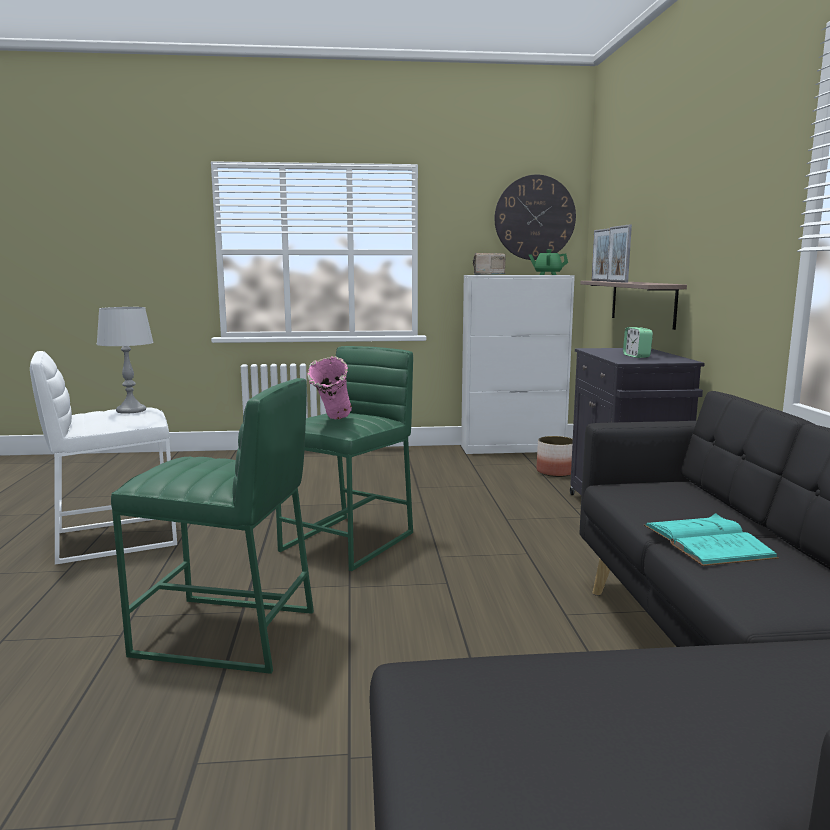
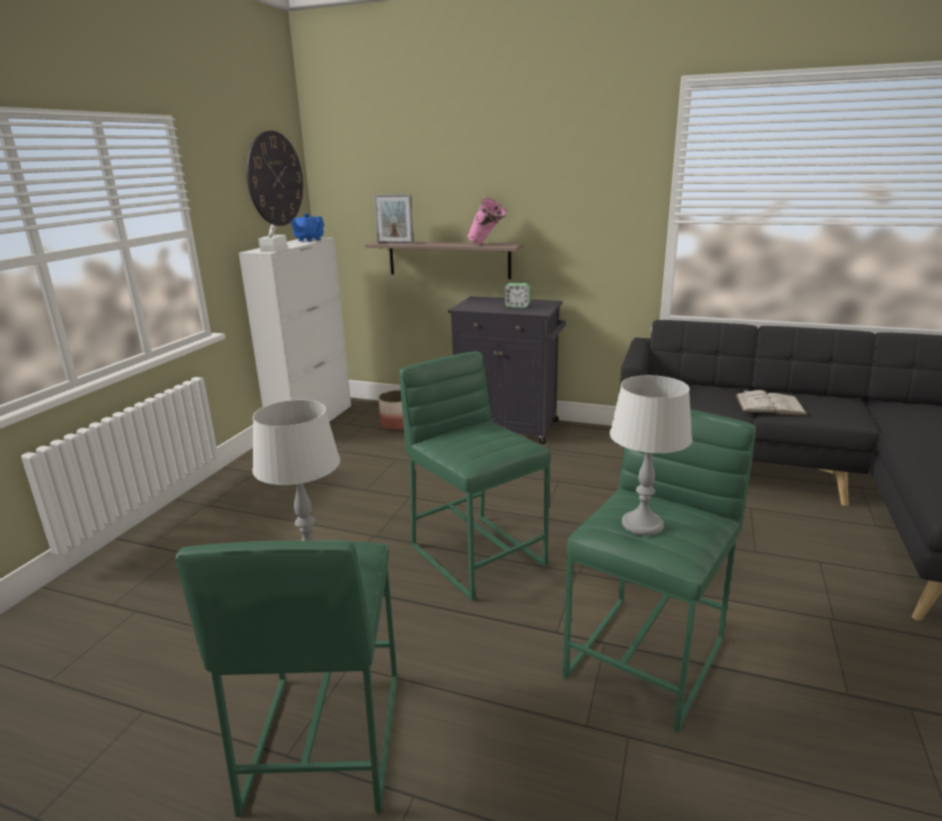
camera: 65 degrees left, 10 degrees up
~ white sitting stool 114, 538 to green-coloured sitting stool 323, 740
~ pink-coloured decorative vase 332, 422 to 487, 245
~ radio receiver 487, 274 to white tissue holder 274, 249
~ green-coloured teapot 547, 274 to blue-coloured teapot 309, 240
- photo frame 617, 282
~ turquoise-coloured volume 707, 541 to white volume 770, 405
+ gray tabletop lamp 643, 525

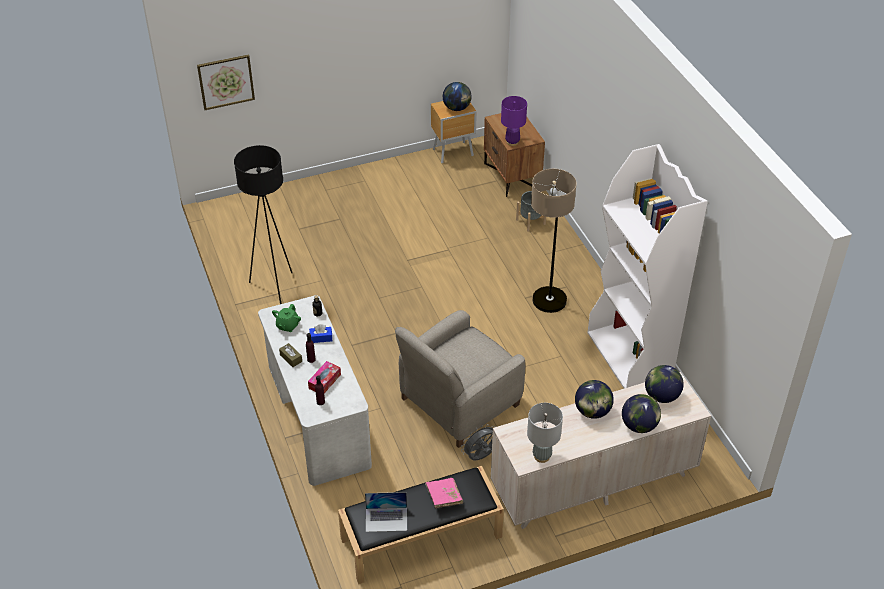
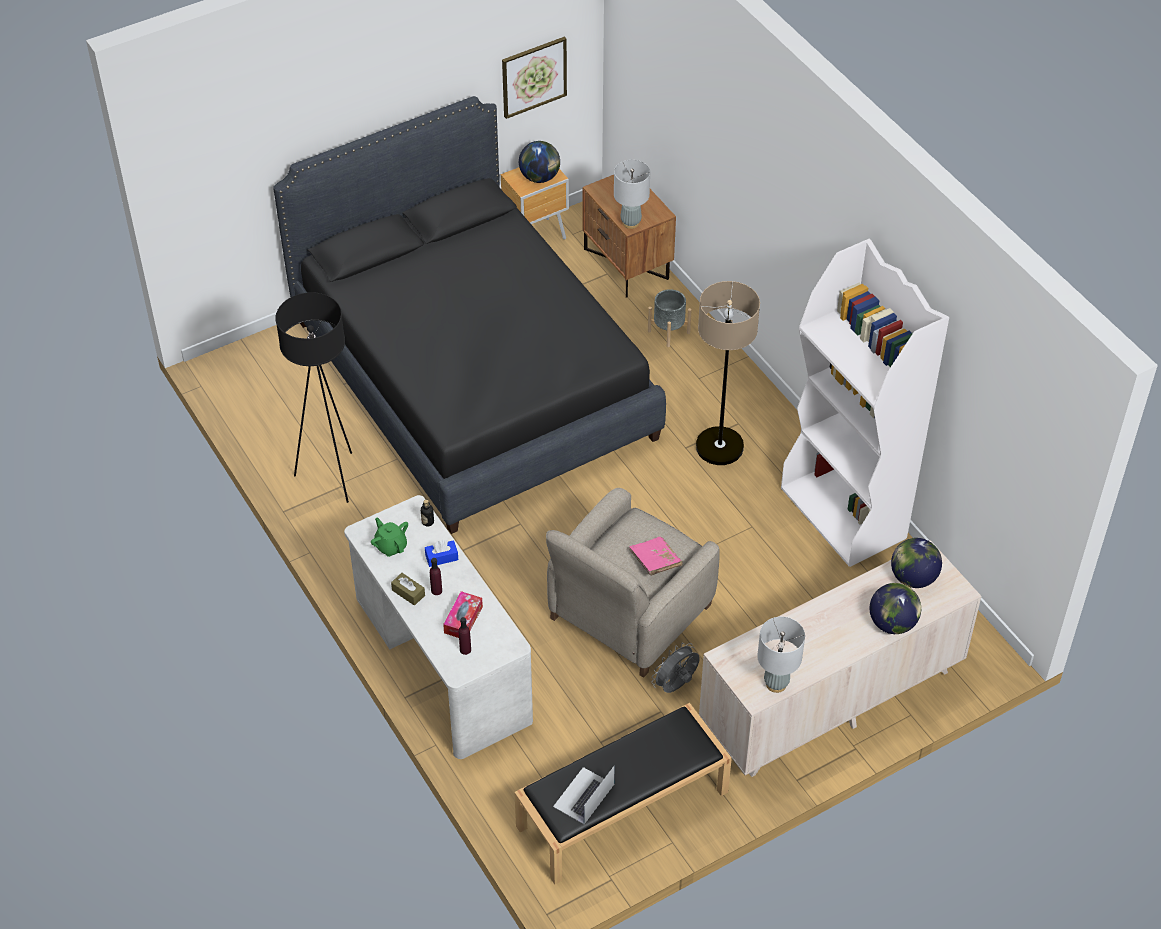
camera: 10 degrees left, 5 degrees up
~ picture 226, 81 to 533, 76
~ green-coloured teapot 287, 326 = 391, 546 135 degrees clockwise
~ portable computer 386, 519 = 583, 796 135 degrees clockwise
~ pink-coloured volume 444, 497 to 655, 562
~ purplish tabletop lamp 512, 142 to gray tabletop lamp 631, 223
- globe 592, 411
+ black-coloured bedroom bed 474, 378

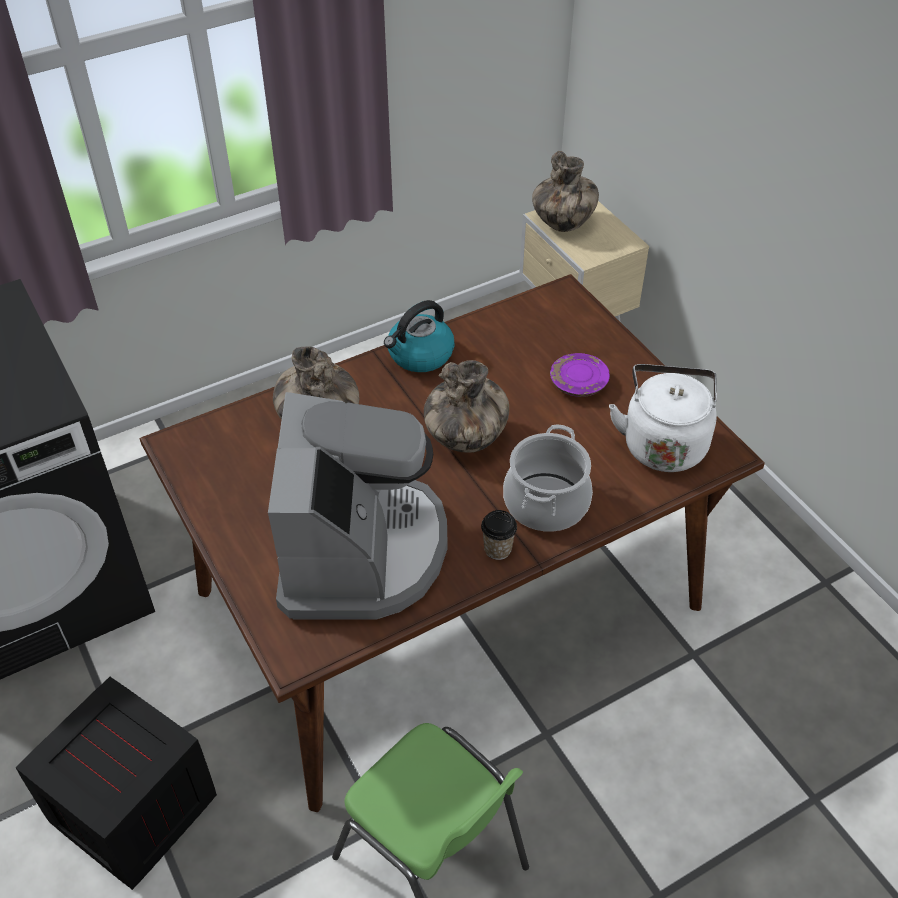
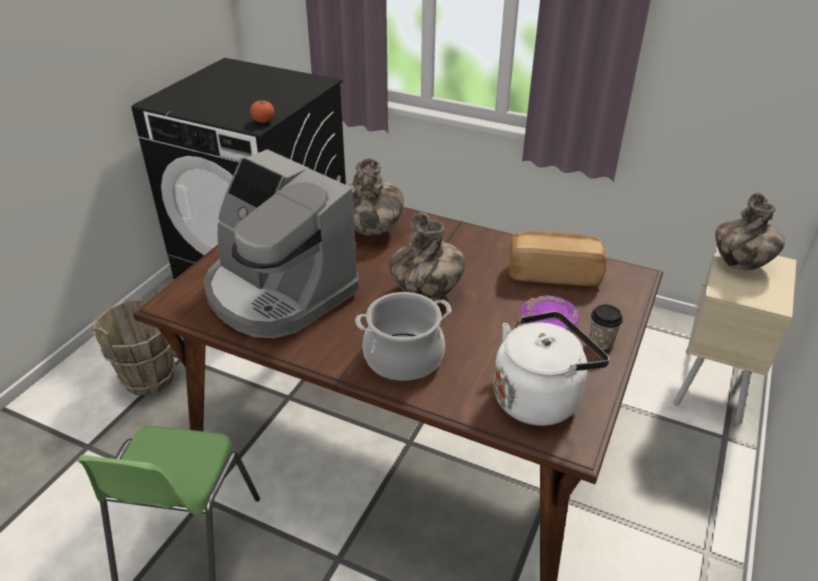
camera: 55 degrees right, 10 degrees down
~ crate 131, 809 to brown bucket 148, 378
~ coffee brewer 360, 551 = 278, 292 75 degrees clockwise
- water kettle 420, 355
~ drinking cup 497, 549 to 601, 342
+ fresh tomato 263, 121
+ bakery bread 554, 273

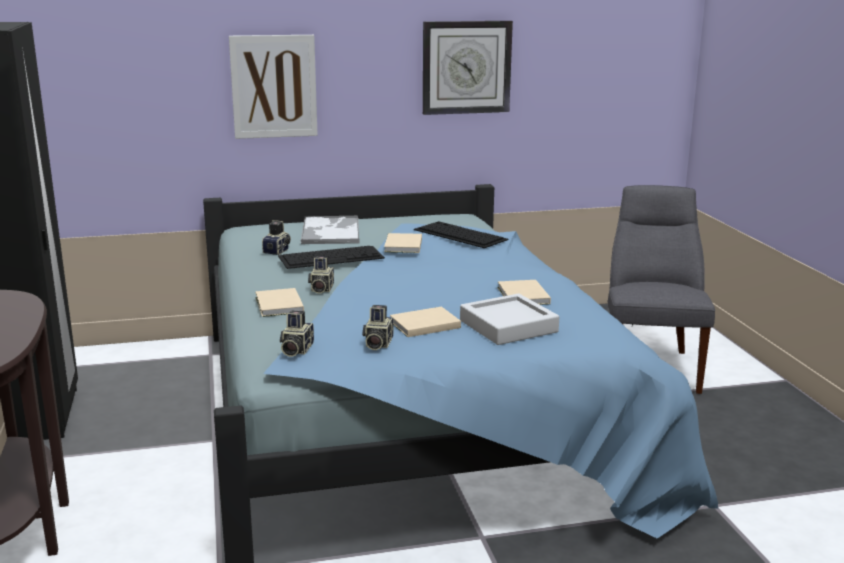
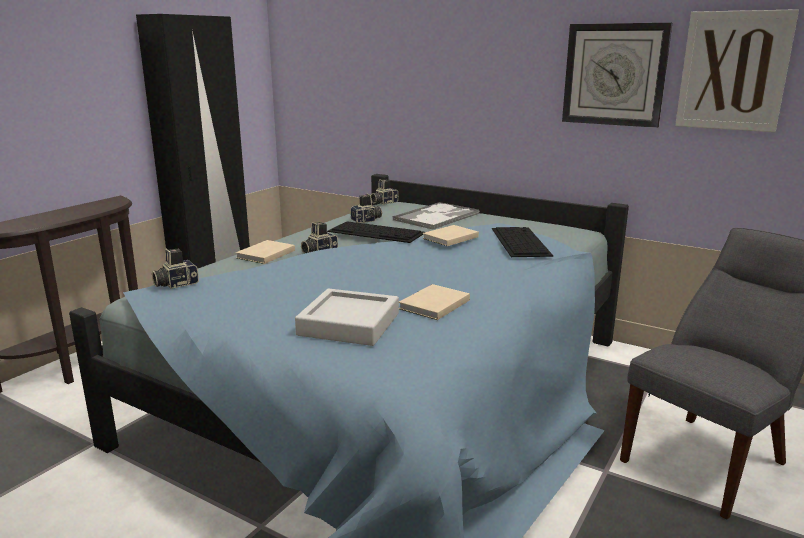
camera: 45 degrees right, 0 degrees up
~ picture 274, 86 to 733, 71
~ photo camera 377, 343 to 383, 202
- beige-coloured volume 423, 324

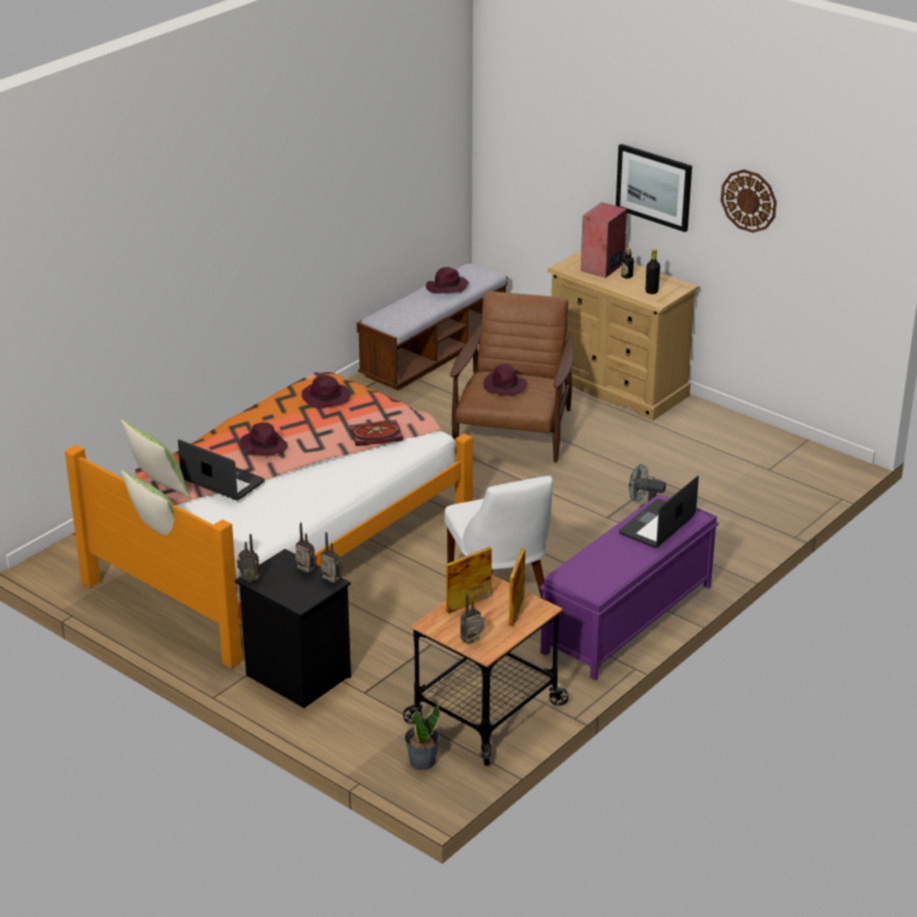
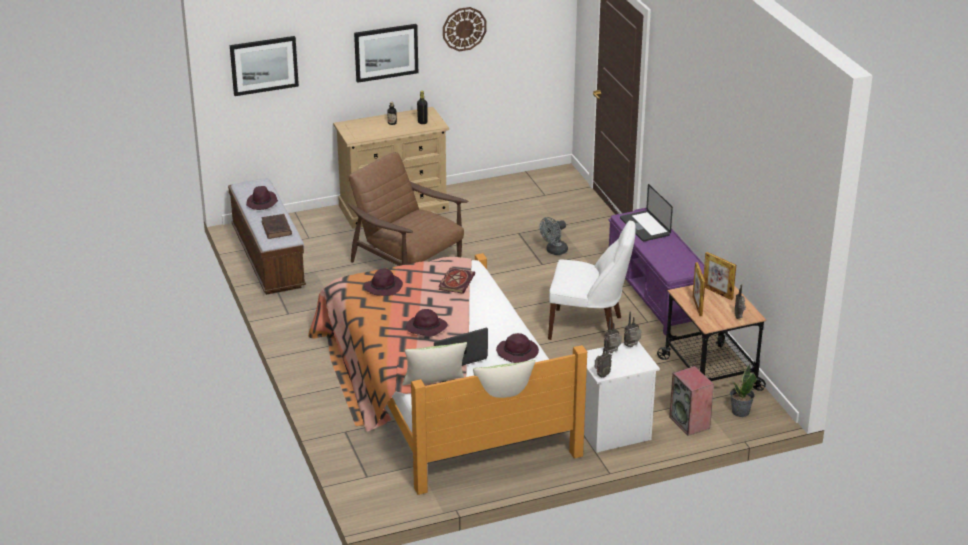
camera: 60 degrees left, 0 degrees up
~ black-coloured nightstand 295, 676 to white nightstand 613, 433
~ purplish wearable hat 505, 386 to 518, 352
~ audio speaker 602, 267 to 690, 423
+ picture 264, 65
+ brown volume 276, 229

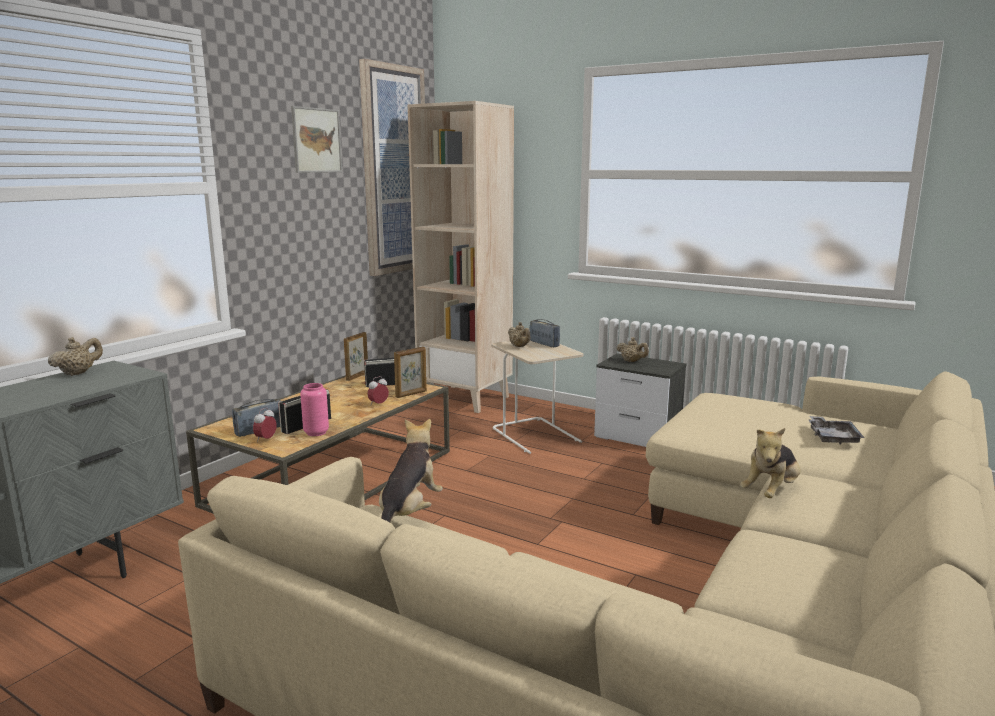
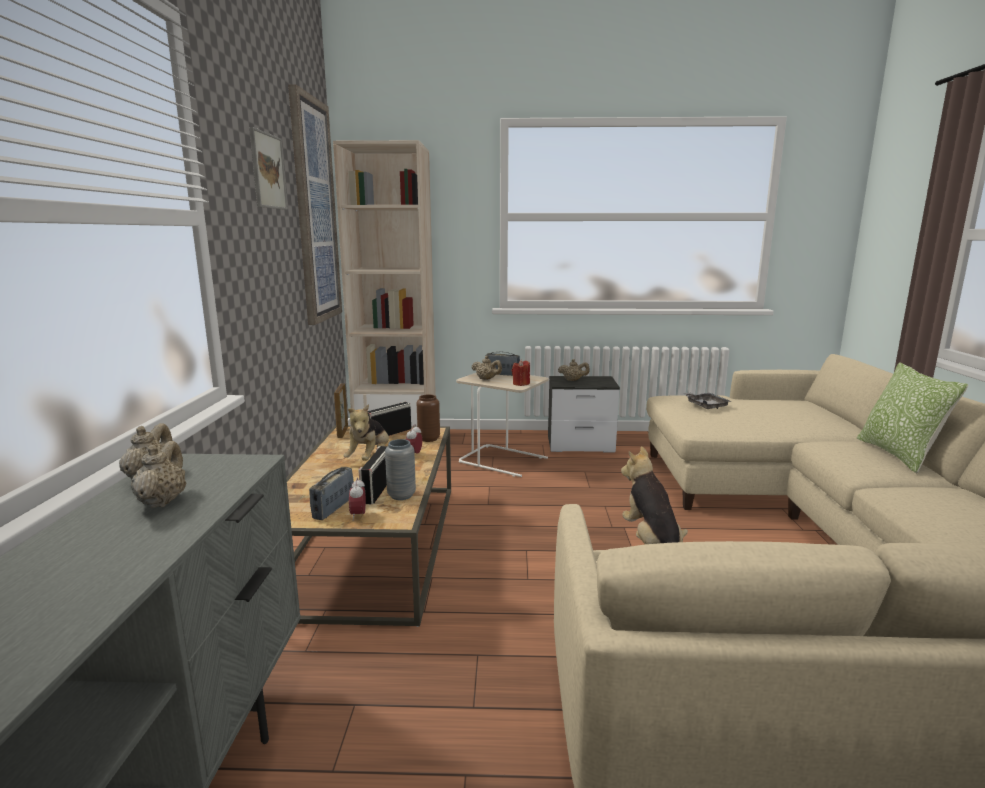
camera: 30 degrees left, 0 degrees up
~ pink-coloured decorative vase 316, 433 to gray decorative vase 401, 495
~ photo frame 411, 394 to brown decorative vase 429, 439
~ plush toy 771, 492 to 369, 457
~ gray serving tray 832, 437 to 705, 405
+ beige-coloured teapot 163, 501
+ red-coloured wax light 521, 384
+ cushion 898, 455

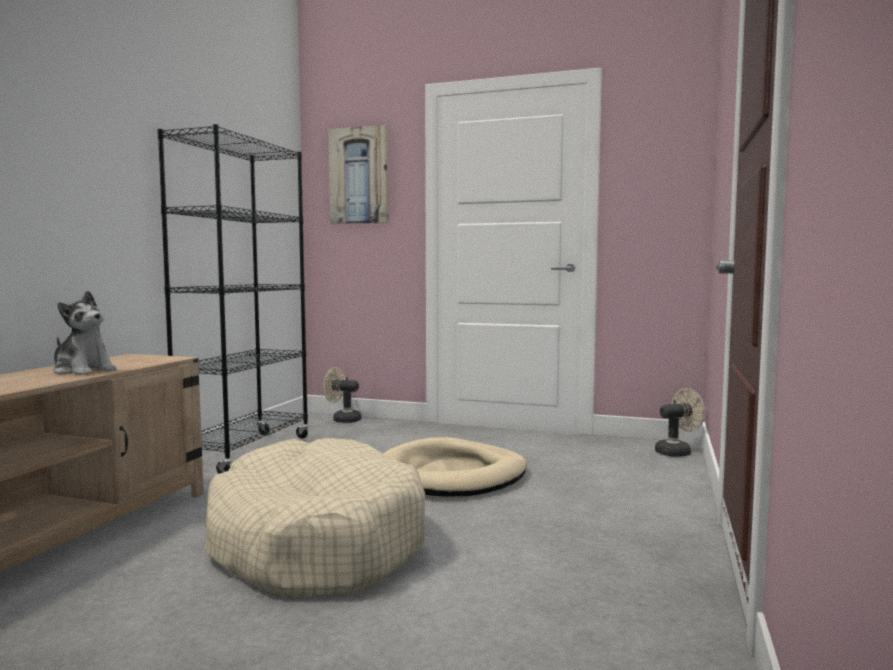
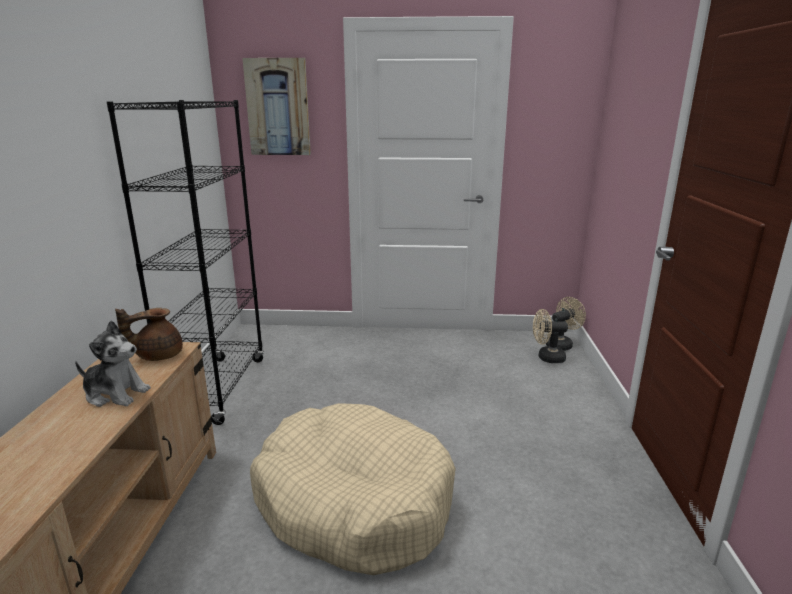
camera: 15 degrees left, 15 degrees up
~ beige-coloured fan 342, 420 to 546, 358
- beige-coloured pet bed 451, 475
+ brown teapot 158, 355

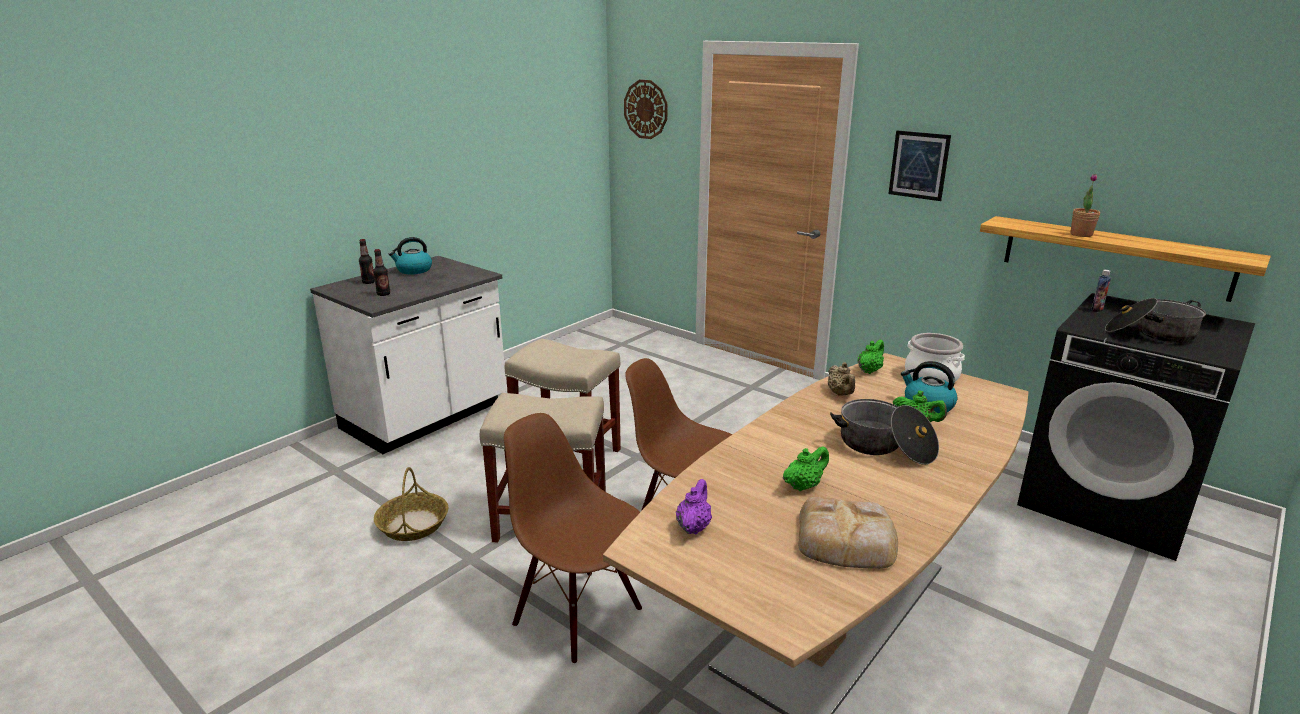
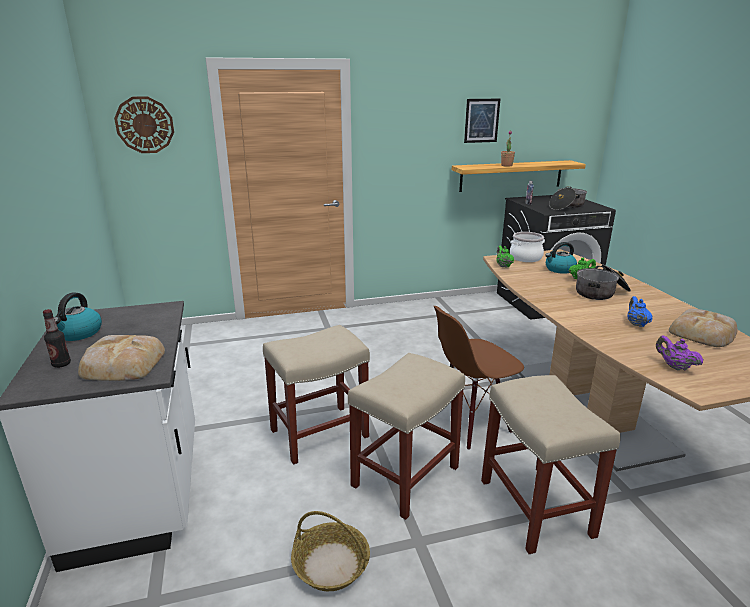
camera: 55 degrees left, 0 degrees up
~ drink bottle 383, 294 to bakery bread 122, 364
~ brown upright chair 579, 615 to beige-coloured sitting stool 534, 506
~ green-coloured teapot 803, 486 to blue-coloured teapot 636, 323
- beige-coloured teapot 841, 394
~ picture 919, 165 to 481, 120

